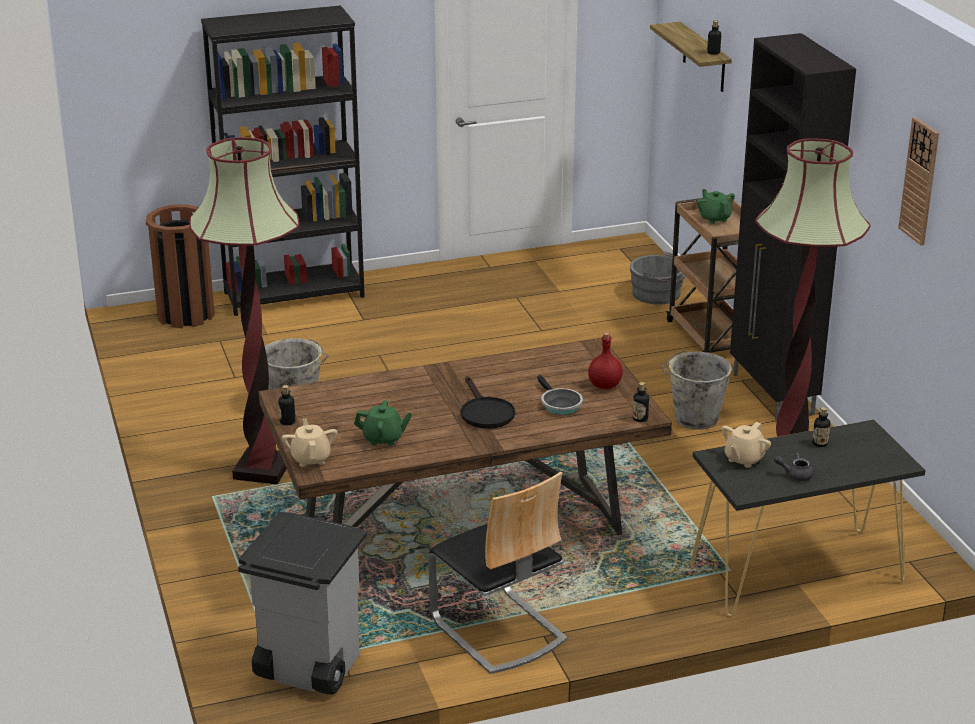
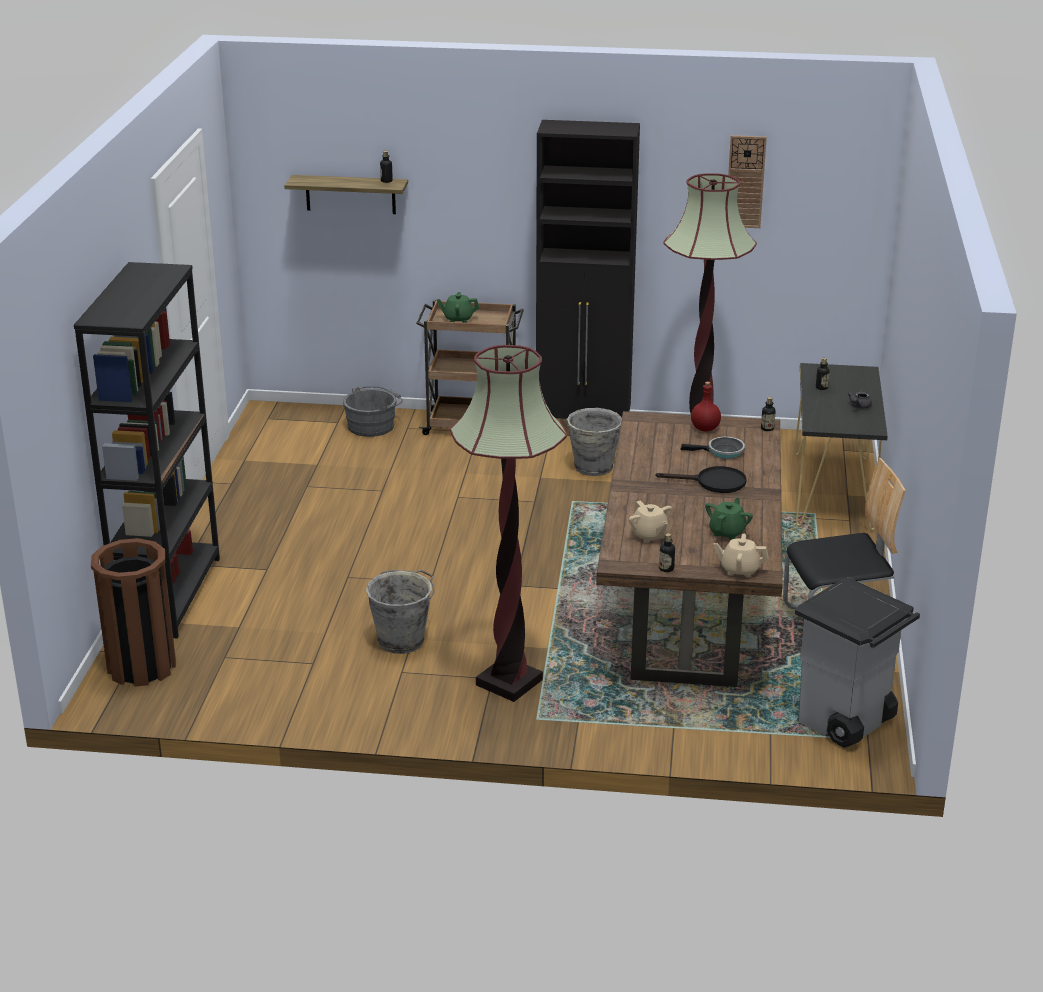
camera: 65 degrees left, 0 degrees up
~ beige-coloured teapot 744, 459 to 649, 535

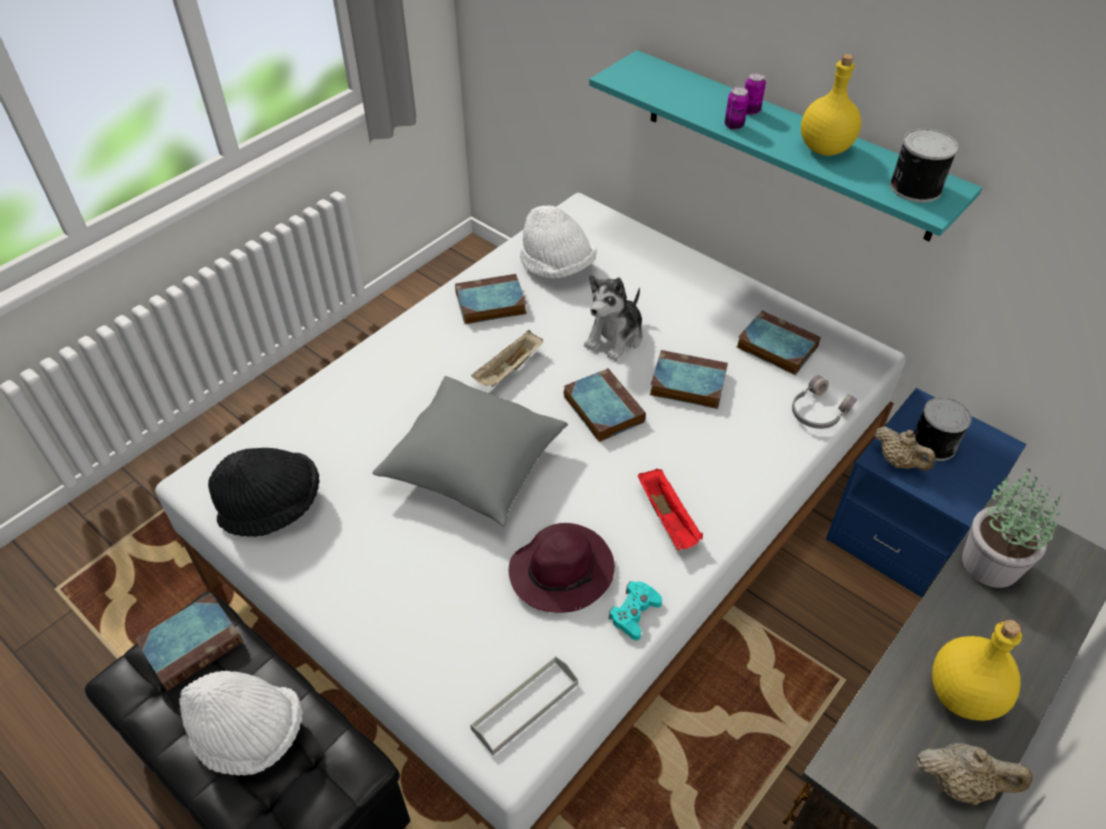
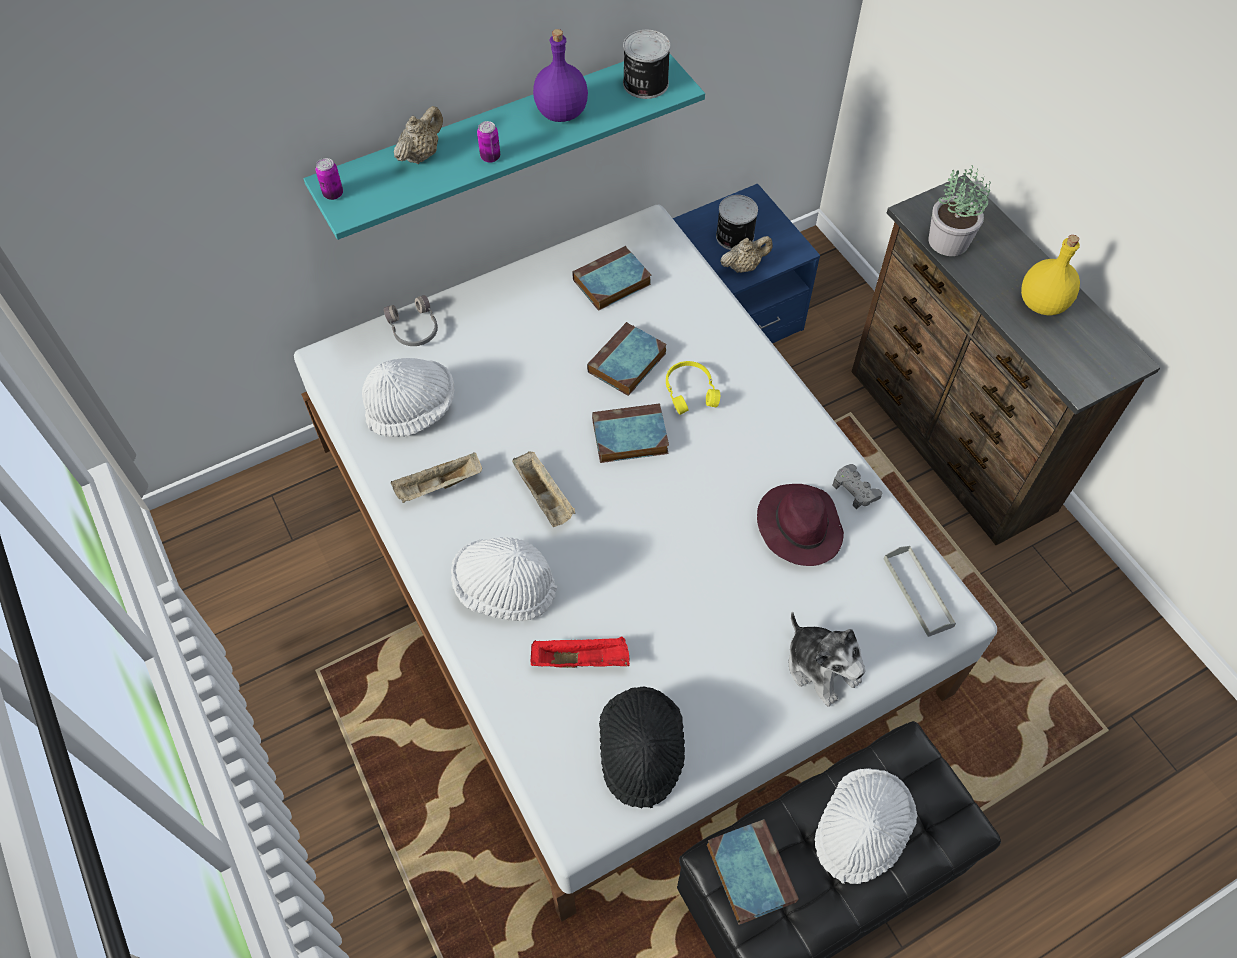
camera: 70 degrees left, 10 degrees up
- gray cushion 473, 467
~ volume 489, 304 to beige-coloured serving tray 438, 486
~ plush toy 615, 337 to 821, 667
~ turquoise-coloured joypad 634, 613 to gray joypad 855, 489
~ red-coloured serving tray 668, 519 to 582, 659
~ can 750, 111 to 333, 194
~ gray pair of headphones 818, 411 to 413, 329
~ yellowish drink bottle 825, 148 to purplish drink bottle 561, 112
~ beige-coloured teapot 960, 783 to 421, 155
+ white wearable hat 505, 589
+ yellowish pair of headphones 690, 391

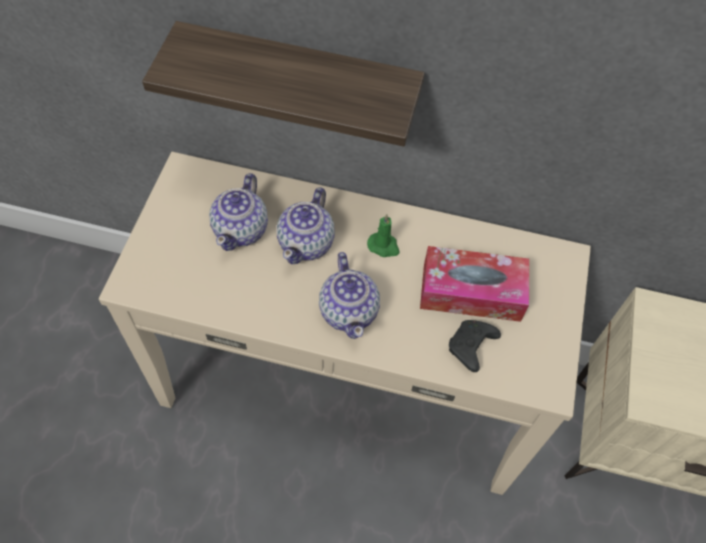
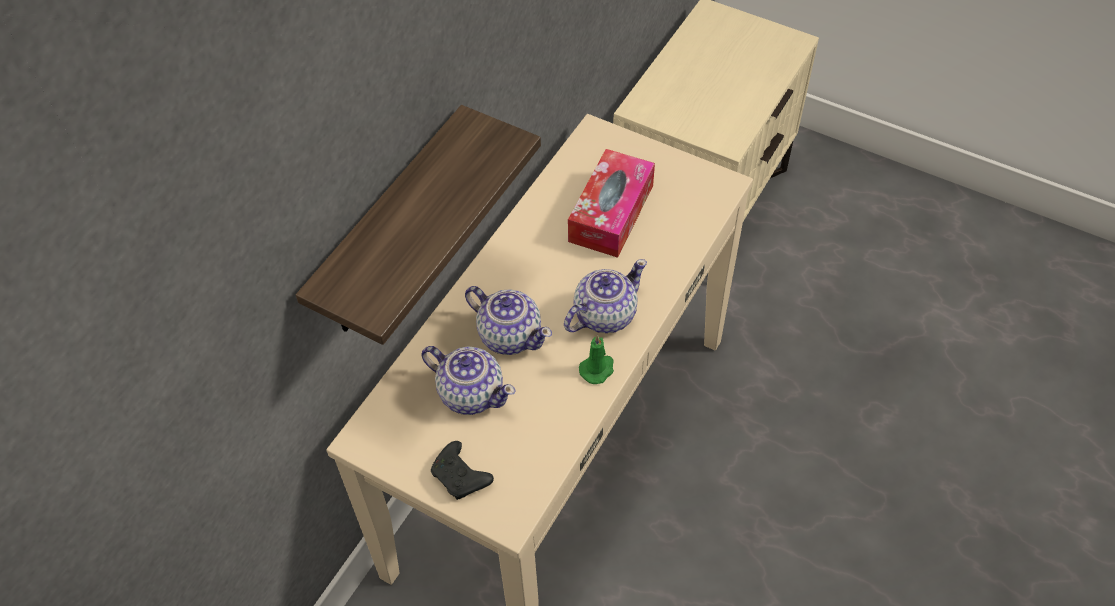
camera: 70 degrees left, 5 degrees down
~ teapot 349, 310 = 603, 315 45 degrees counterclockwise
~ green-coloured wax light 384, 246 to 597, 369
~ black-coloured joypad 471, 348 to 461, 477

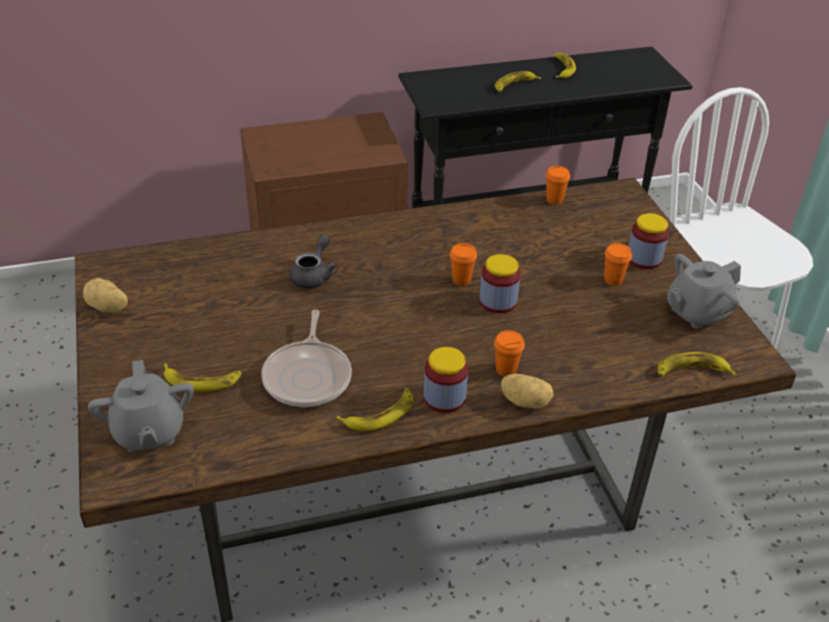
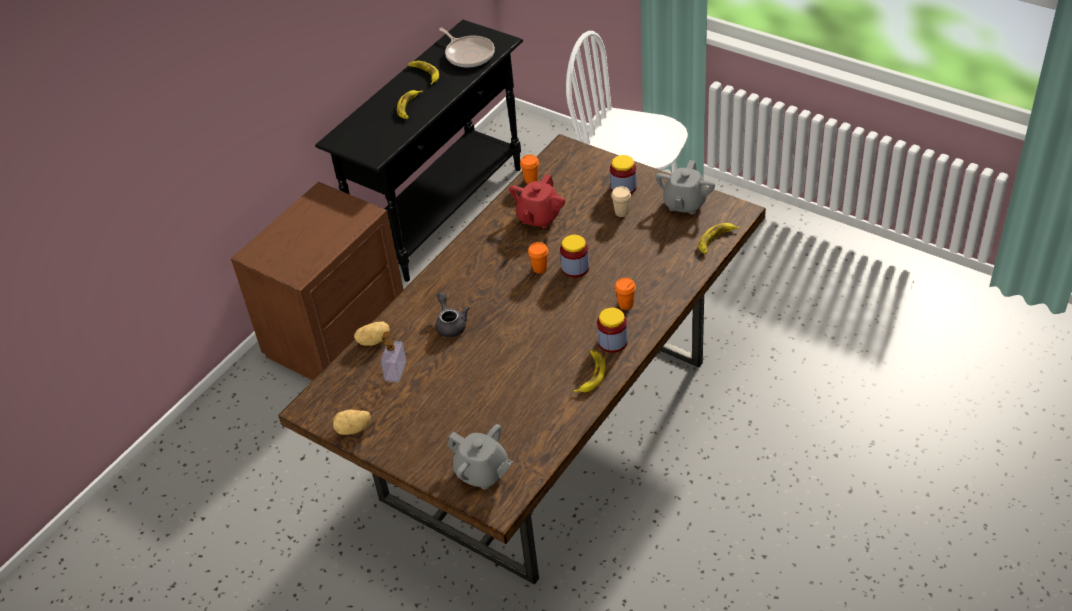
camera: 35 degrees left, 5 degrees up
- whole banana 202, 381
~ skillet 308, 376 to 468, 54
~ potato 525, 401 to 374, 340
~ orange-coloured drinking cup 613, 280 to beige-coloured drinking cup 621, 212
+ soap dispenser 395, 371
+ red-coloured teapot 538, 217

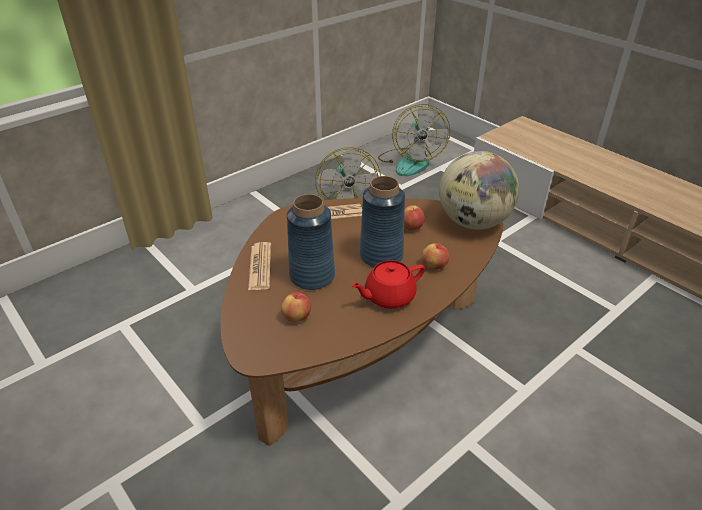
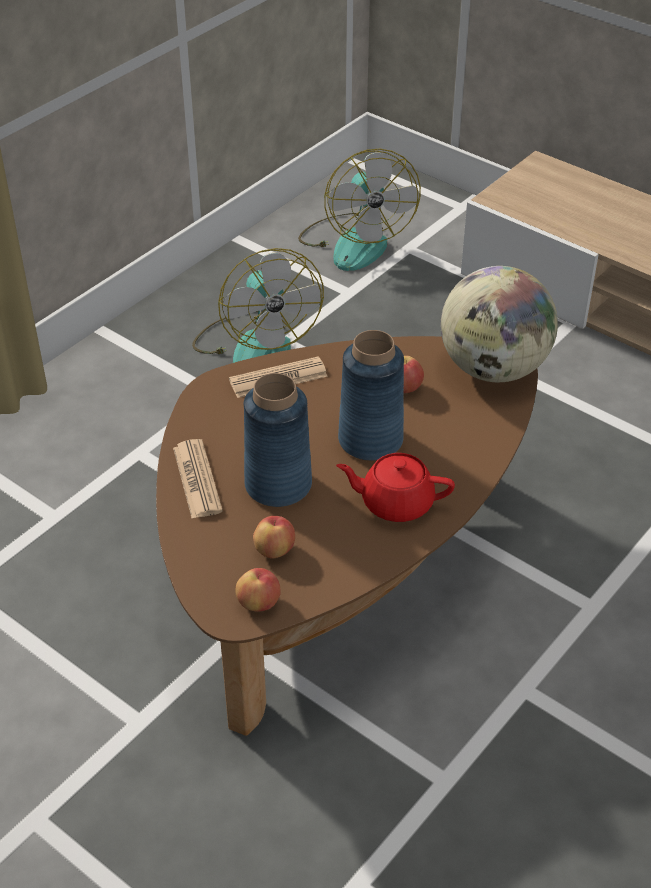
camera: 10 degrees left, 5 degrees up
~ red-coloured teapot 388, 296 = 395, 502 45 degrees clockwise
~ apple fruit 434, 266 to 259, 603

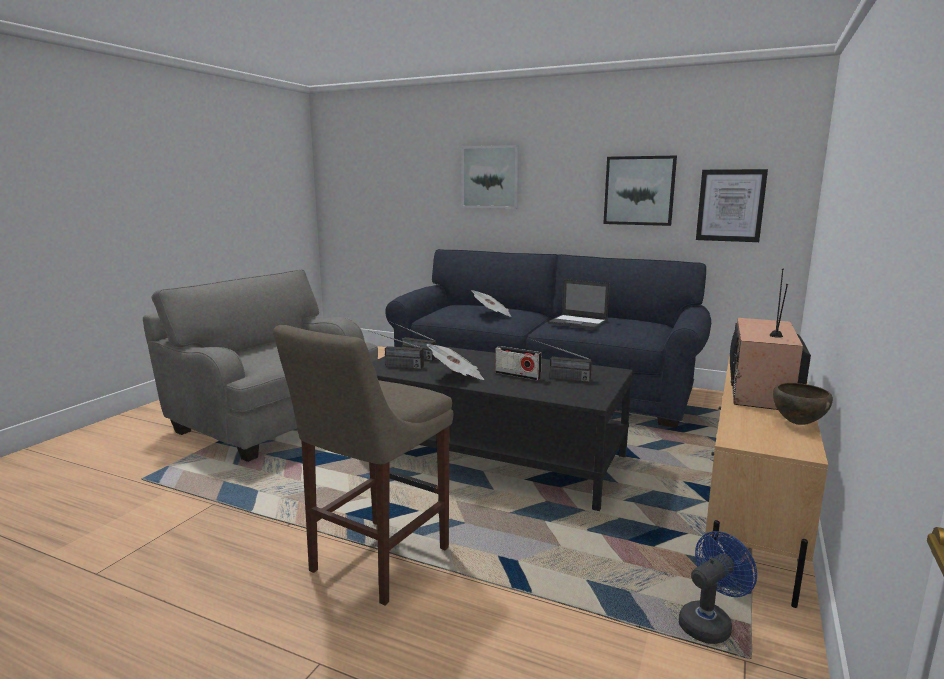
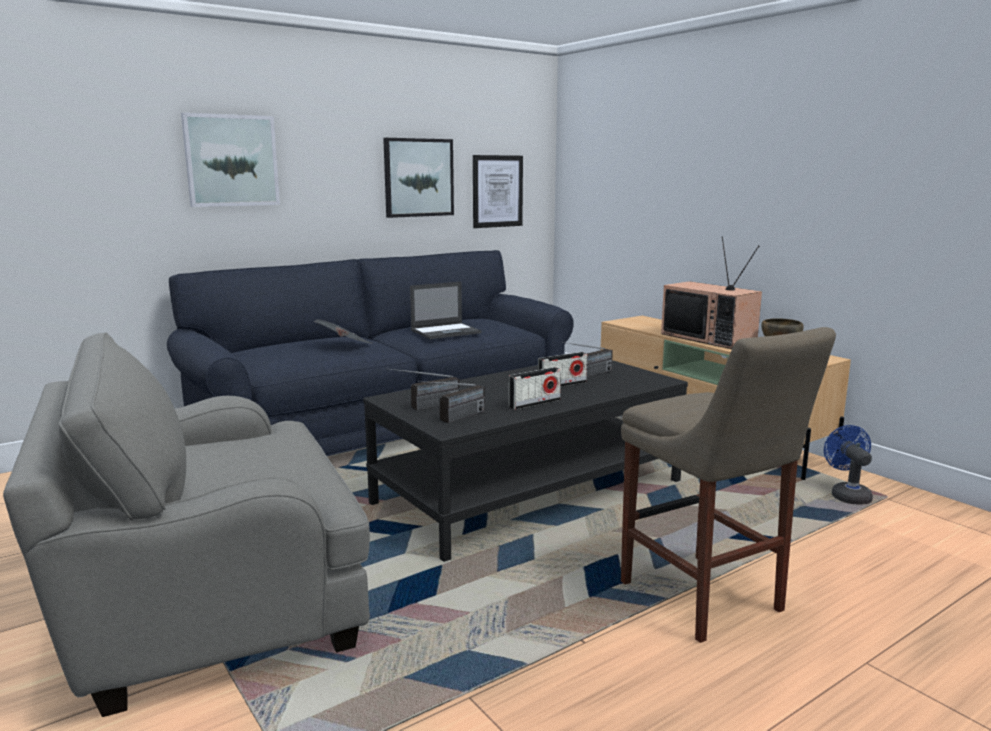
camera: 60 degrees left, 0 degrees up
~ newspaper 456, 376 to radio receiver 534, 403

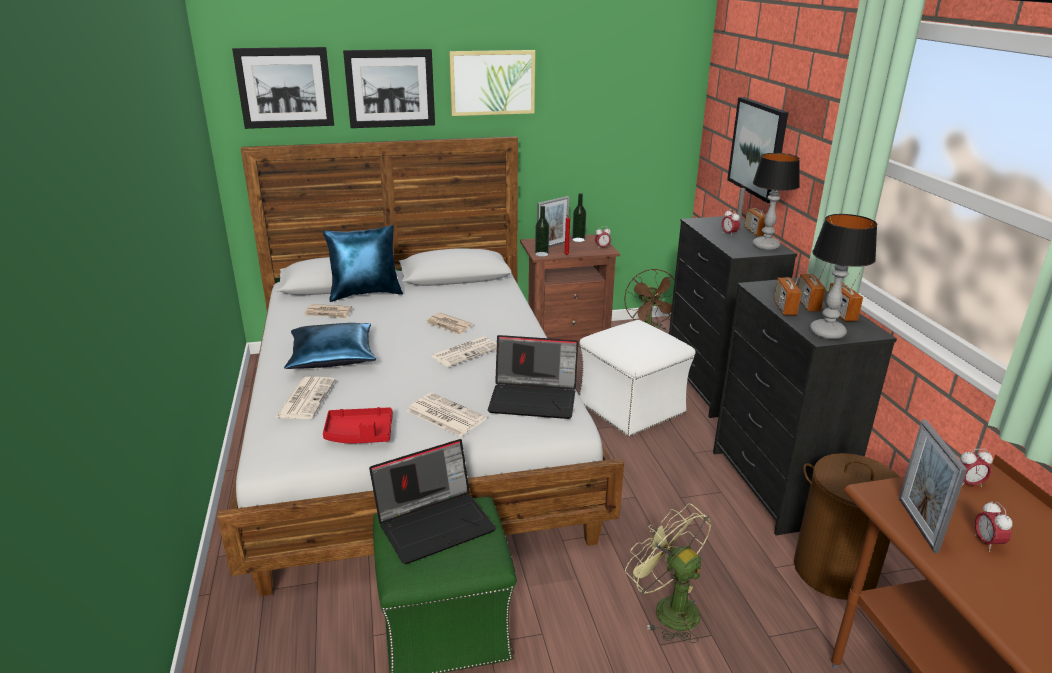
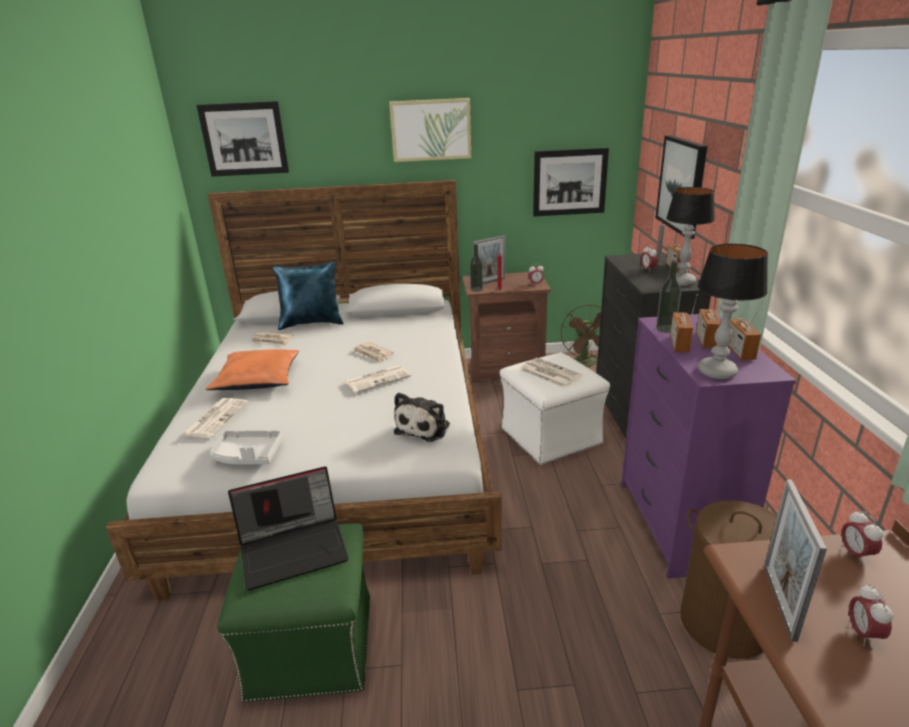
camera: 10 degrees right, 0 degrees up
~ blue-coloured cushion 333, 356 to orange-coloured cushion 258, 379
~ red-coloured serving tray 359, 434 to gray serving tray 248, 455
~ picture 390, 88 to 569, 182
~ newspaper 444, 415 to 549, 373
~ portable computer 534, 398 to plush toy 424, 427
~ drink bottle 578, 239 to 665, 329
- green-coloured fan 668, 608
~ black-coloured dresser 774, 486 to purplish dresser 677, 525
~ bedside clock 968, 484 = 855, 554 75 degrees clockwise

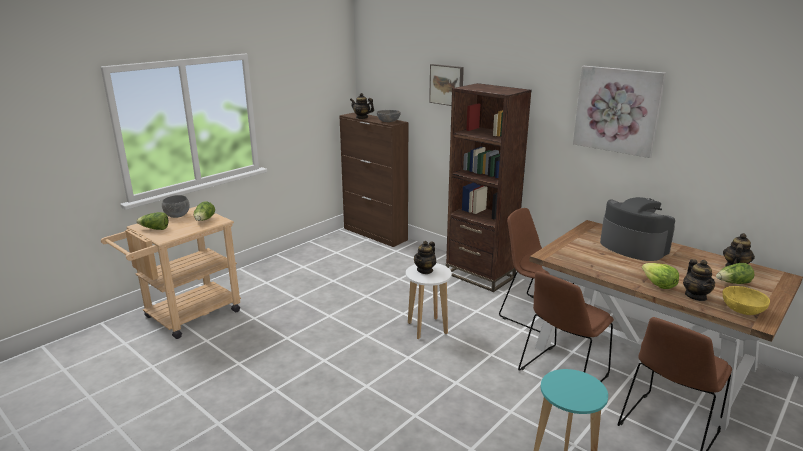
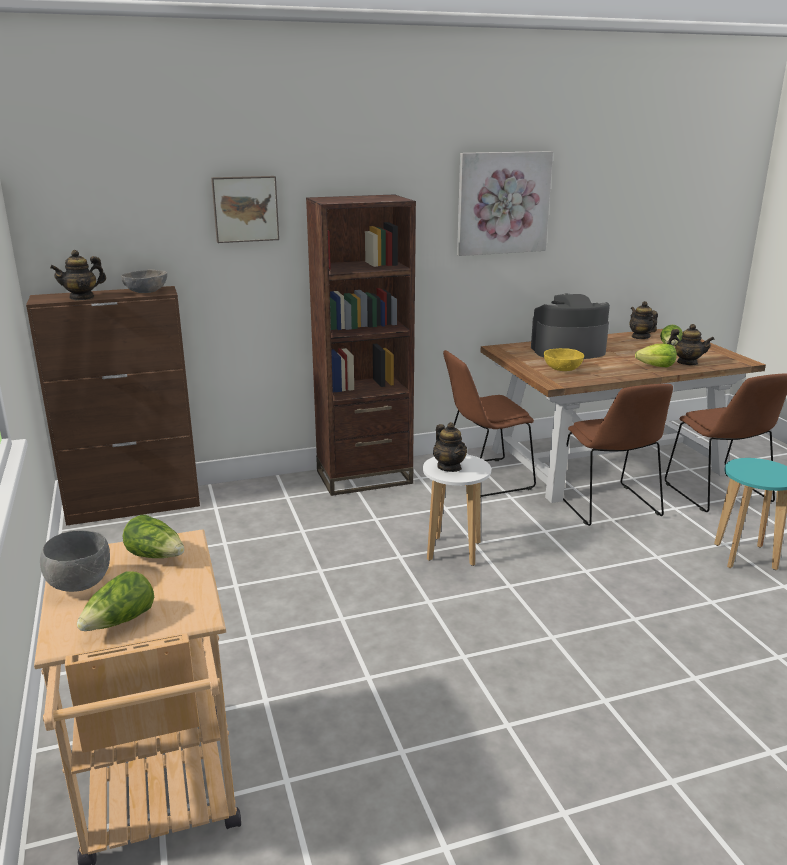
camera: 60 degrees left, 0 degrees up
~ yellowish serving bowl 742, 310 to 562, 369

